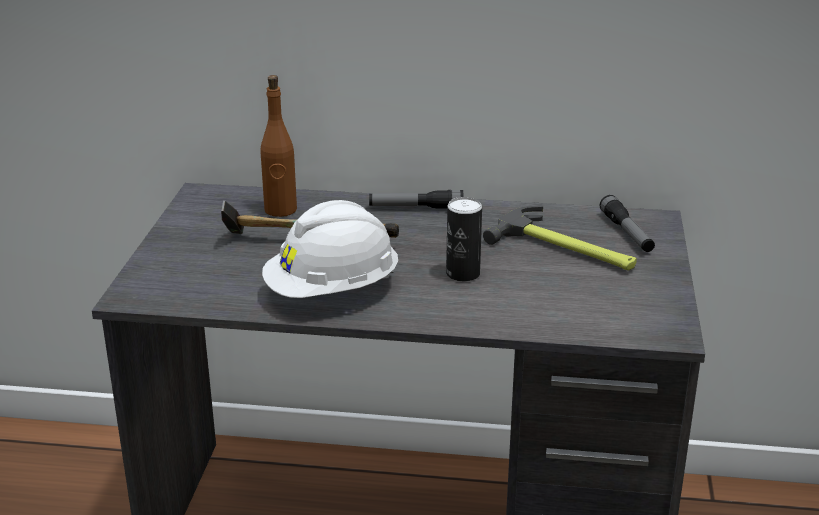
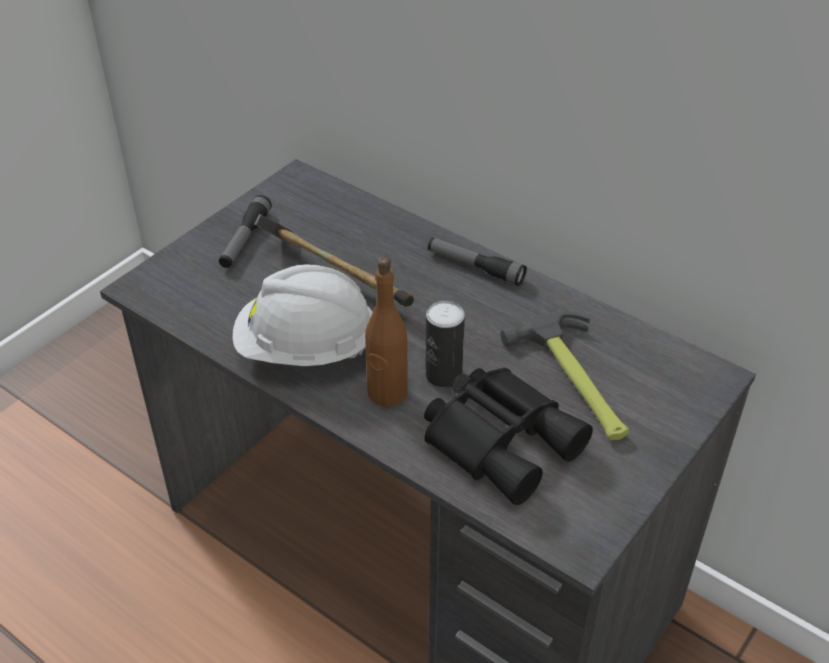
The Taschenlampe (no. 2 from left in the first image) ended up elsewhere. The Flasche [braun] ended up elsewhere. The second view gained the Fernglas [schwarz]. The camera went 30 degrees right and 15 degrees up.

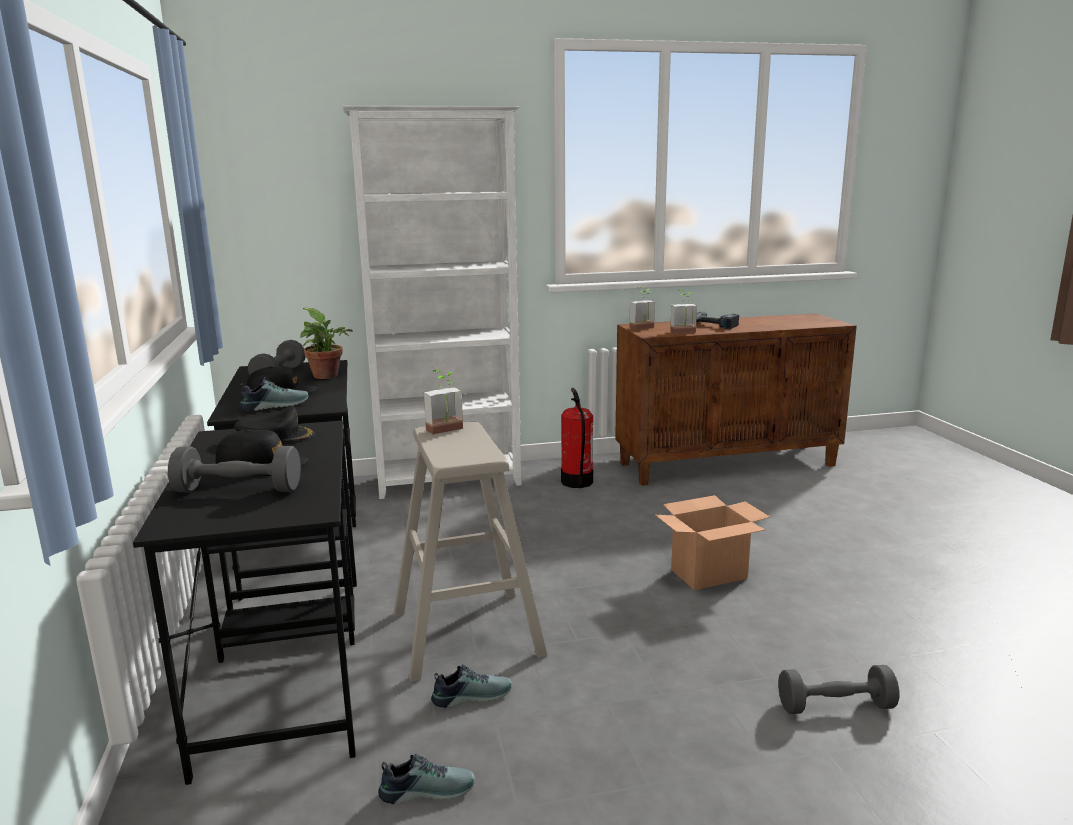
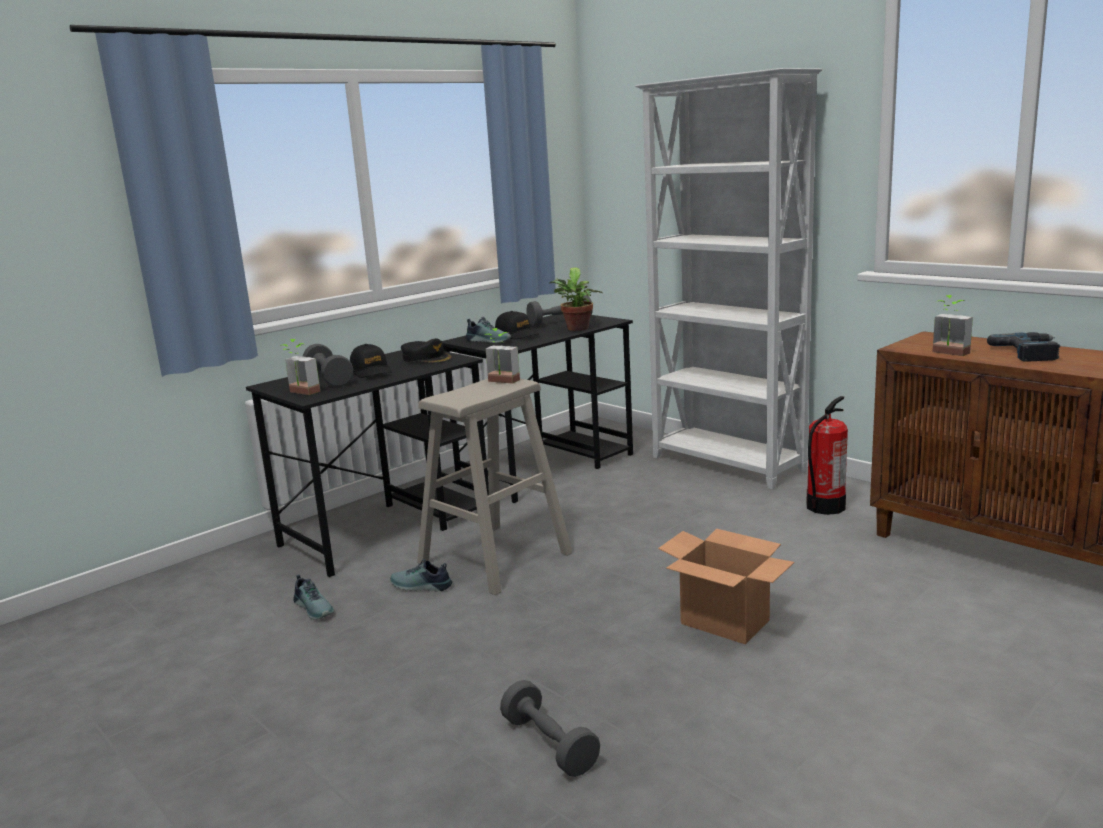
The Topfpflanze (no. 3 from left in the first image) ended up elsewhere. The Schuh (no. 3 from left in the first image) ended up facing another way, 150 degrees clockwise from before. The camera went 60 degrees right and 0 degrees up.

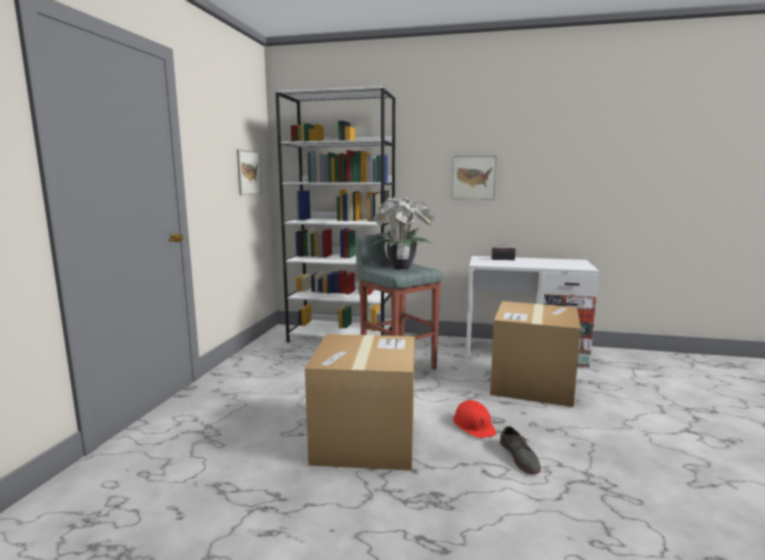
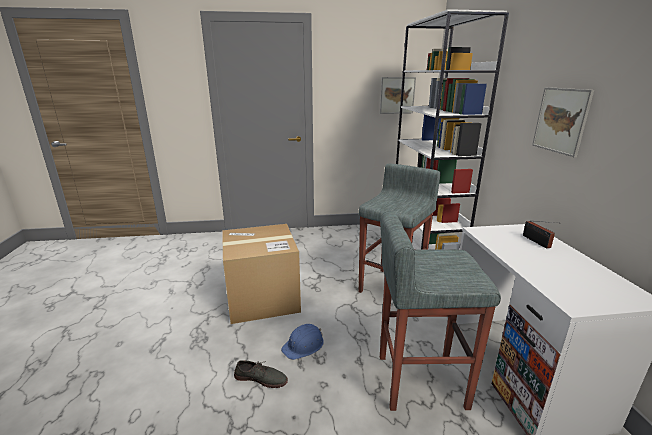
The Schuh [grau] ended up facing another way, 135 degrees counterclockwise from before. What was the Schutzhelm [rot] turned into the Schutzhelm [blau]. Where the Karton (no. 2 from left) stood, the Hocker [grau] (no. 2 from left) came to stand. The second view lost the Topfpflanze. The camera went 70 degrees right and 10 degrees up.

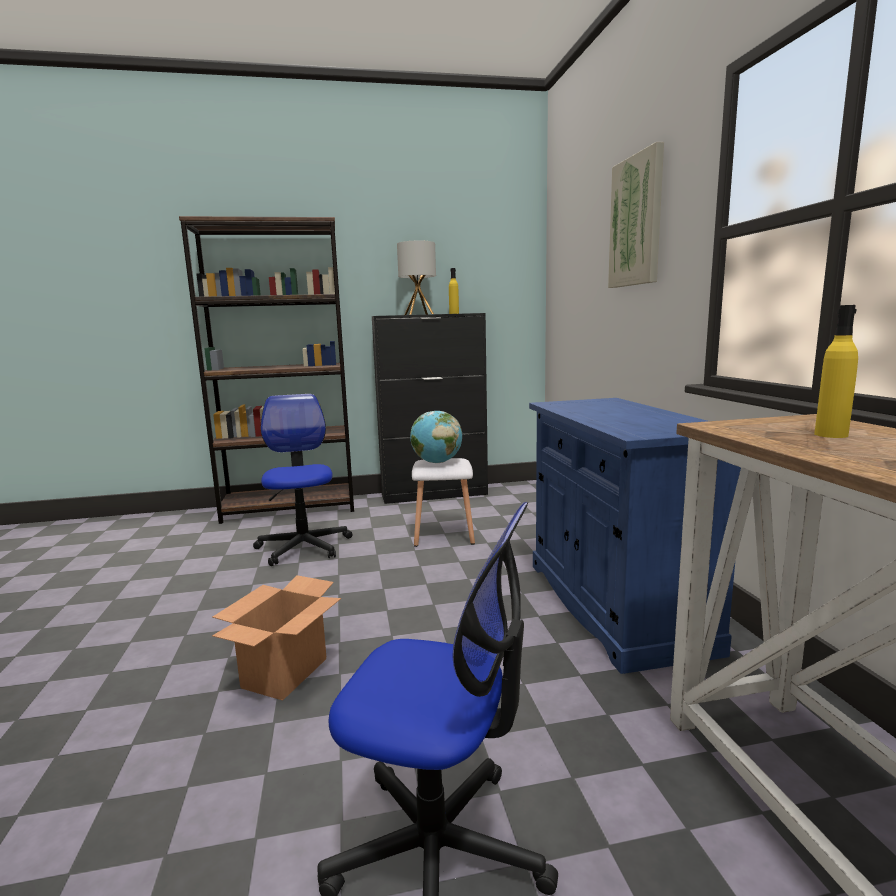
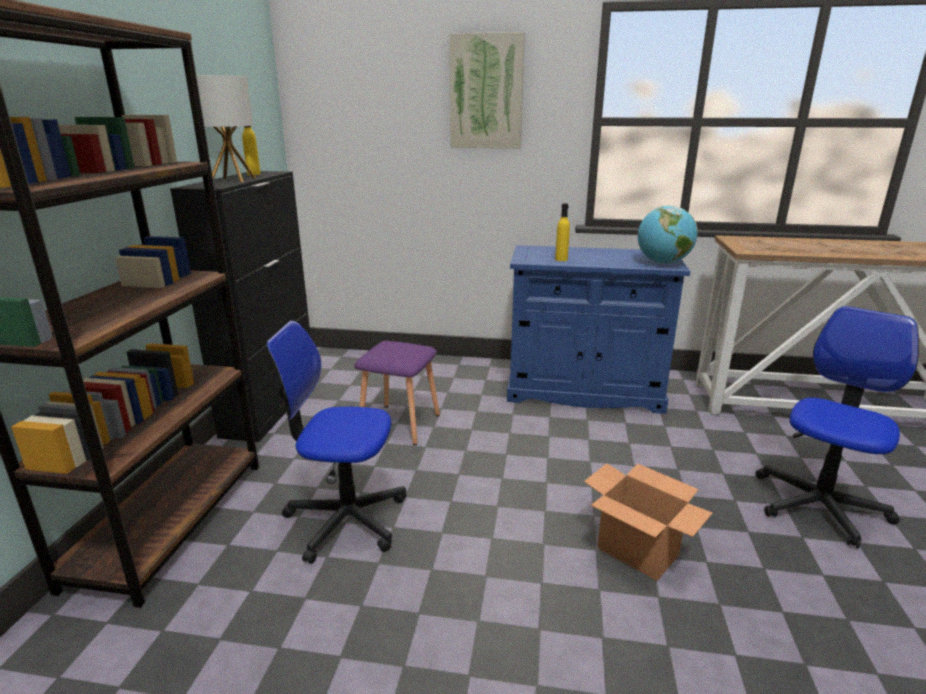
What was the Hocker [weiß] turned into the Hocker [lila]. The Flasche [gelb] (no. 2 from left) ended up elsewhere. The Globus ended up elsewhere. The camera went 70 degrees left and 10 degrees up.

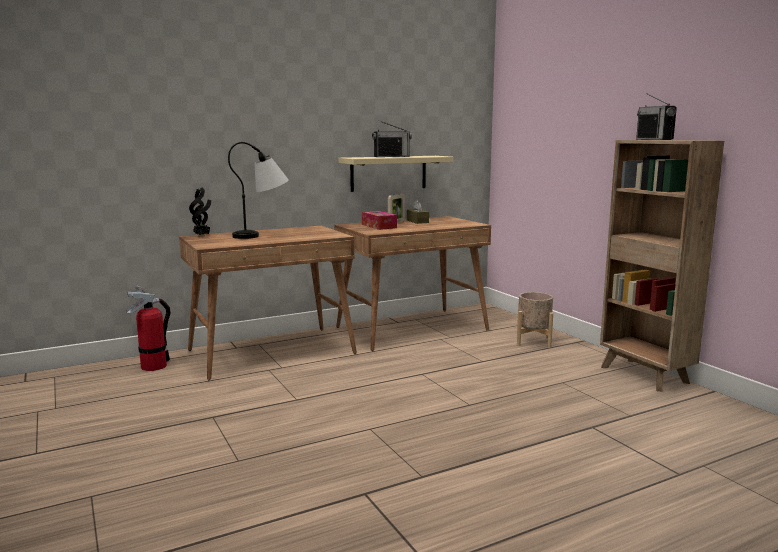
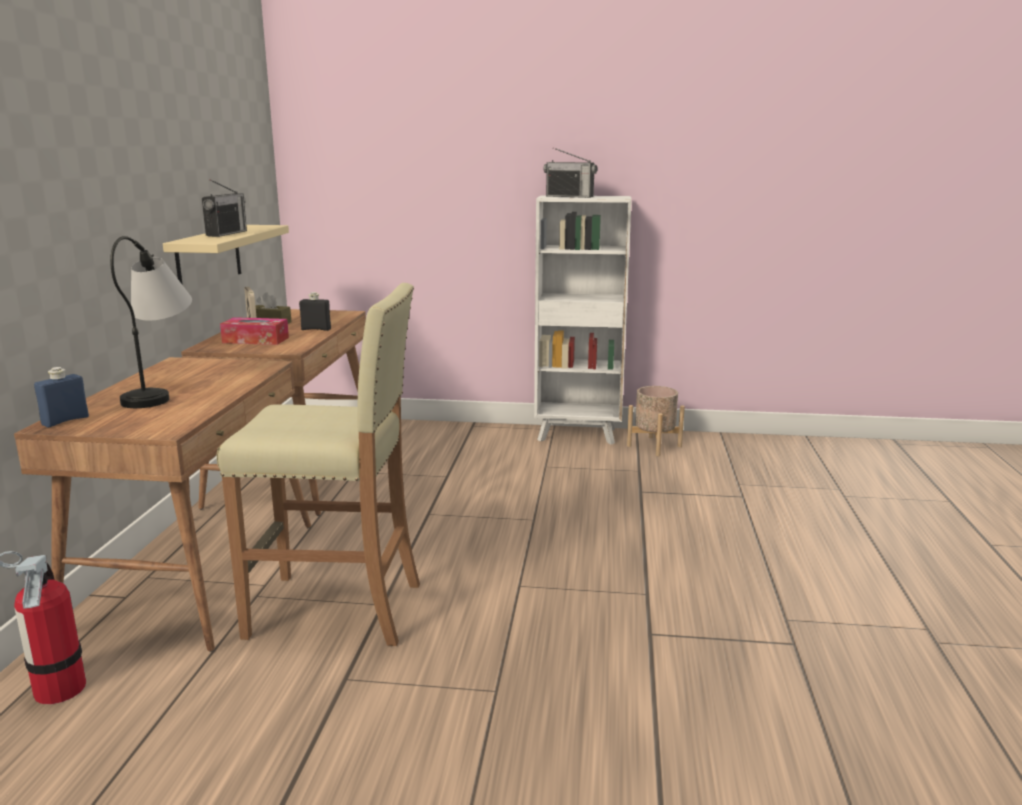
Where the Topfpflanze stood, the Flasche [blau] came to stand. The second view gained the Hocker [beige]. The second view gained the Flasche [schwarz]. What was the Bücherregal [braun] turned into the Bücherregal [weiß]. The Pflanzkübel [beige] ended up elsewhere. The camera went 55 degrees left and 5 degrees up.

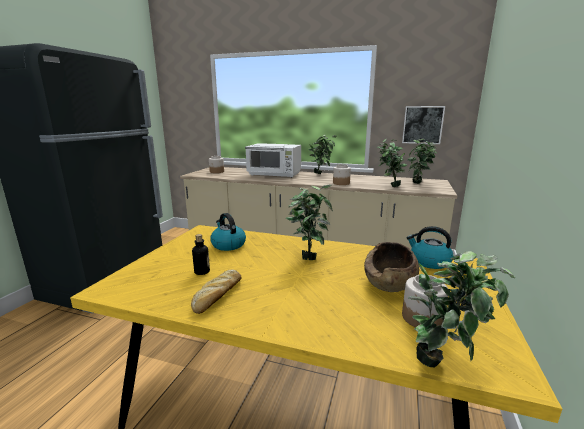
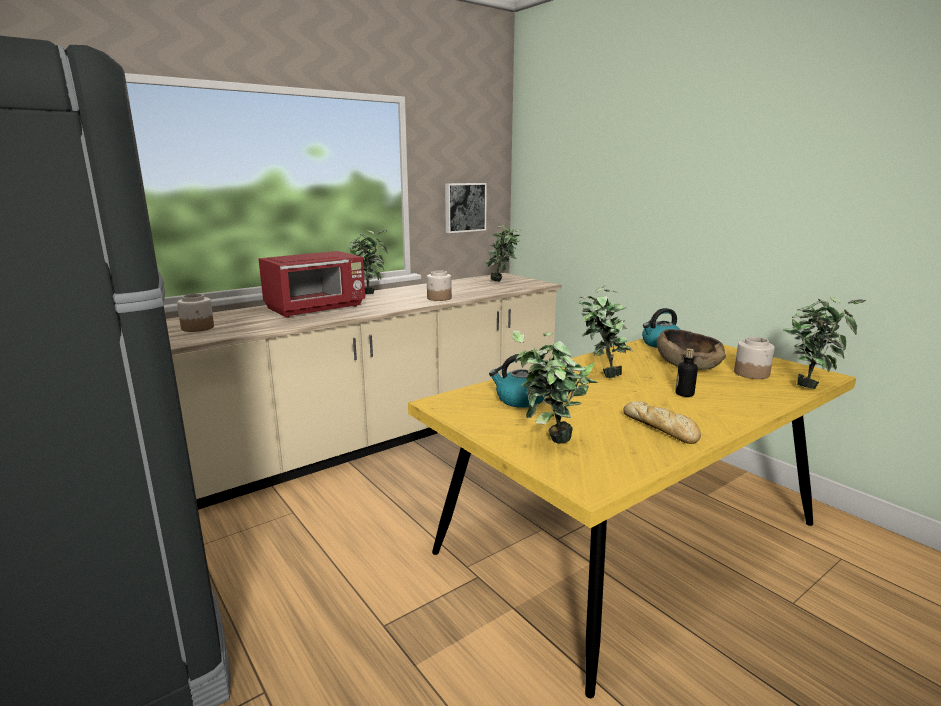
What was the Mikrowelle [weiß] turned into the Mikrowelle [rot]. The Topfpflanze (no. 3 from left) ended up elsewhere. The Flasche ended up elsewhere. The camera went 55 degrees left and 0 degrees up.

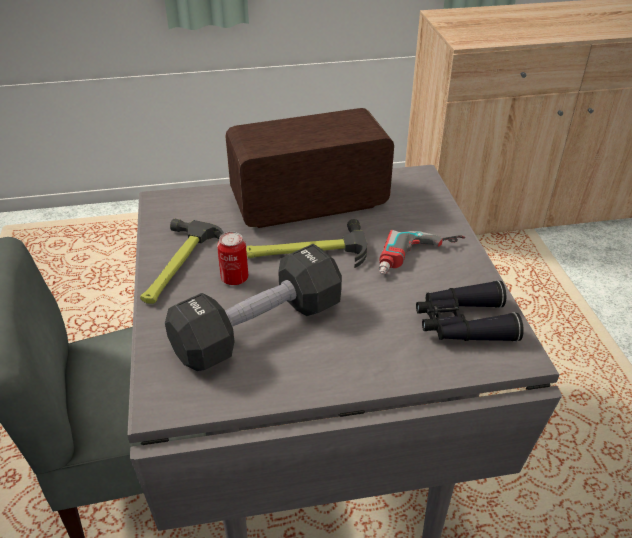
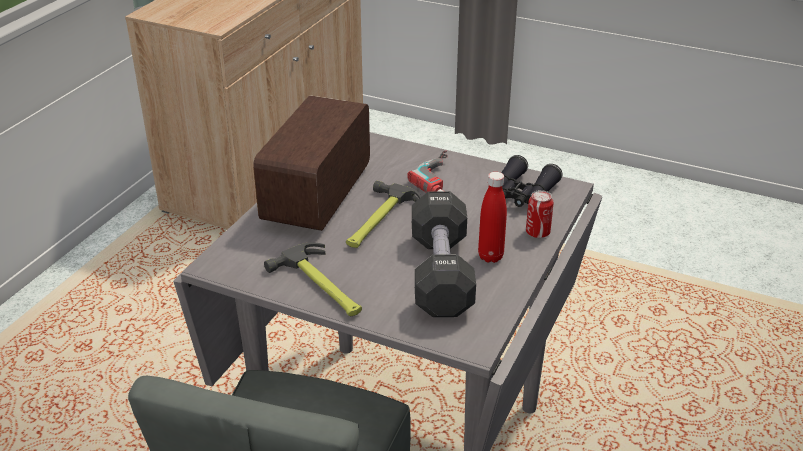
The second view gained the Flasche [rot]. The Dose ended up elsewhere. The camera went 55 degrees left and 5 degrees down.

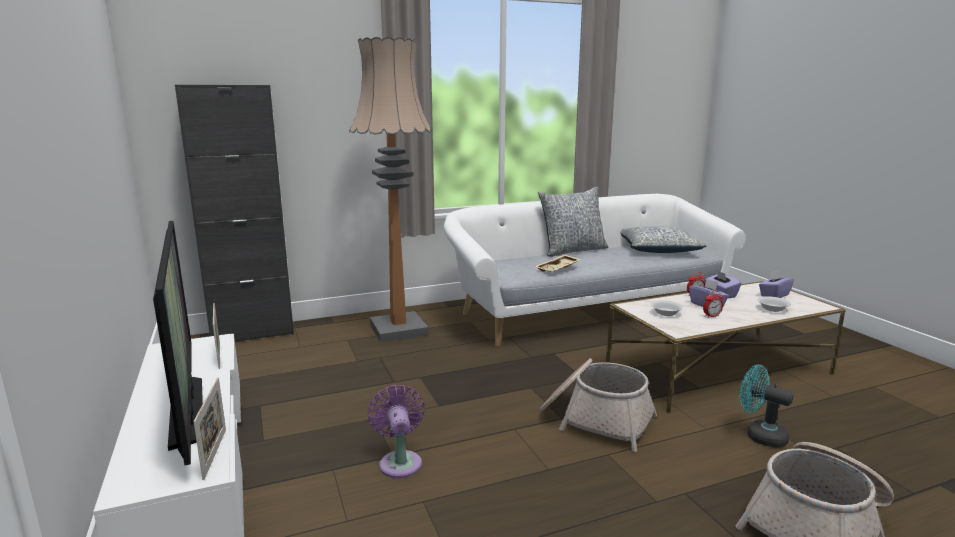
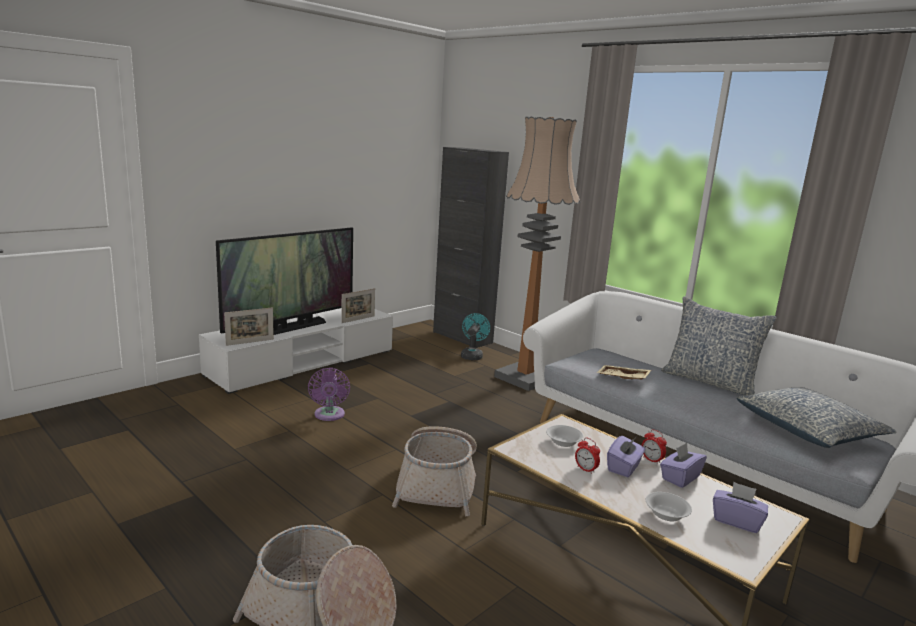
The Ventilator [lila] ended up facing another way, 120 degrees clockwise from before. The Ventilator [türkis] ended up elsewhere. The camera went 65 degrees right and 0 degrees up.

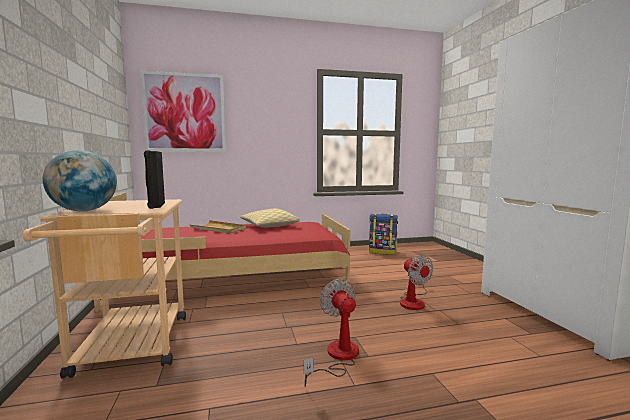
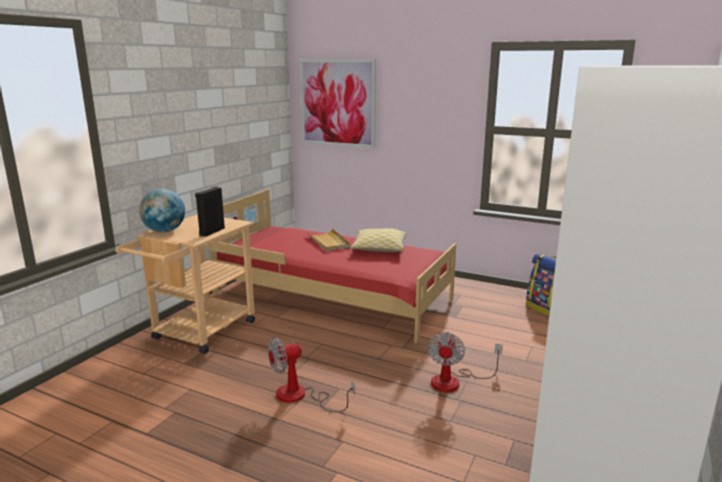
The Ventilator (no. 1 from left) ended up facing another way, 135 degrees counterclockwise from before. The camera went 40 degrees right and 10 degrees up.

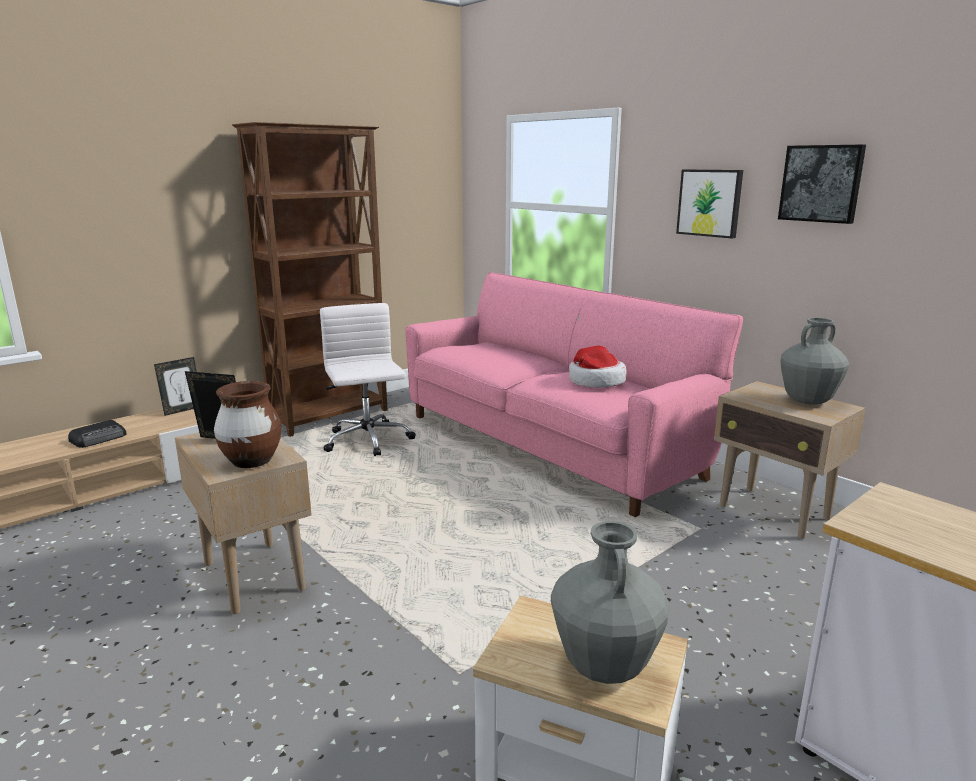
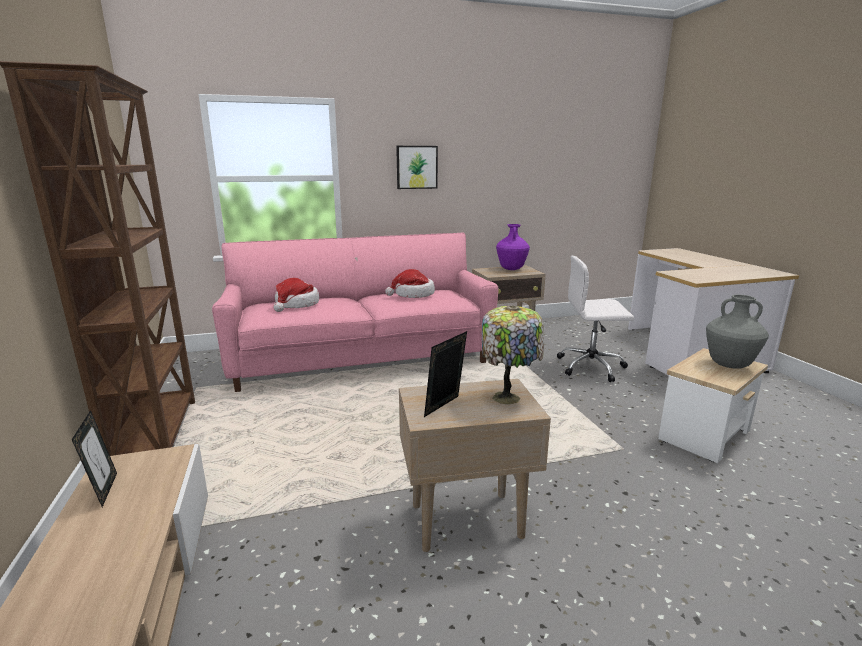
The second view gained the Hut (no. 1 from left). Where the Vase [braun] stood, the Tischlampe came to stand. What was the Vase [grau] (no. 2 from left) turned into the Vase [lila]. The Bürostuhl [weiß] ended up elsewhere. The second view lost the Radio. The second view lost the Bild (no. 2 from left). The camera went 65 degrees left and 0 degrees up.

